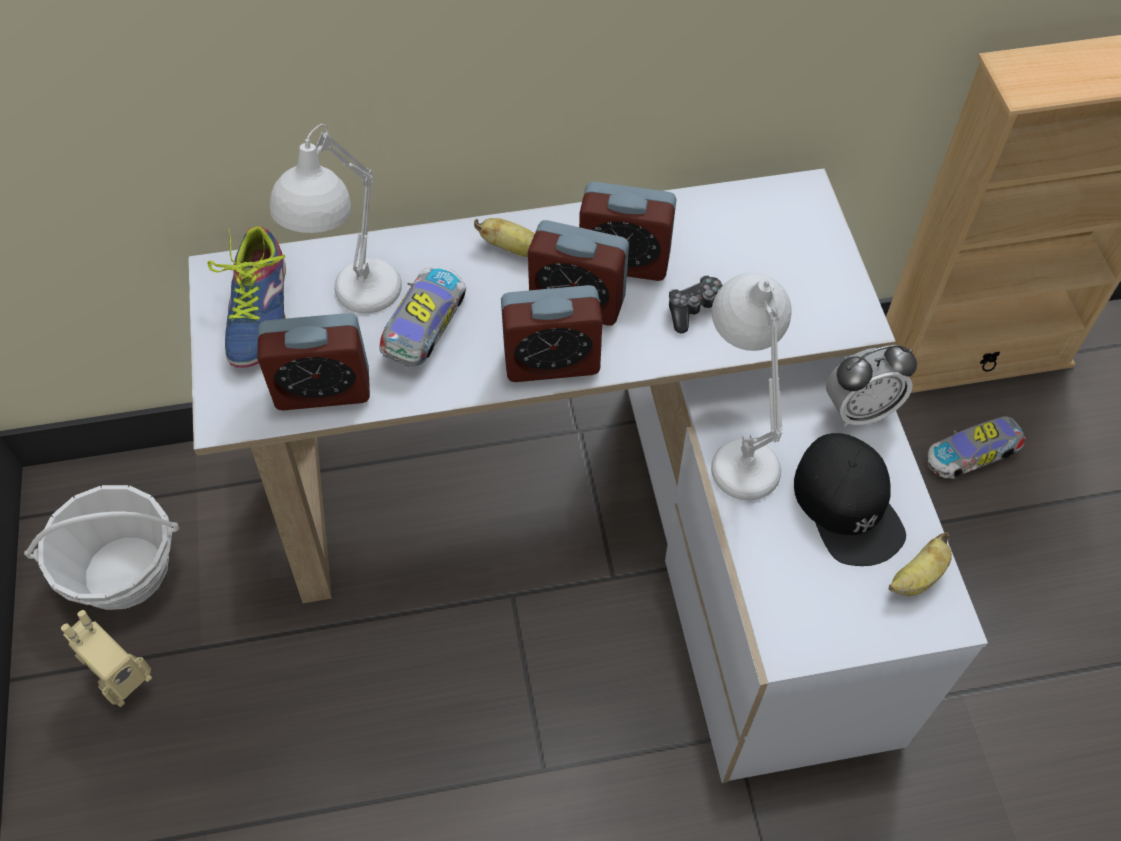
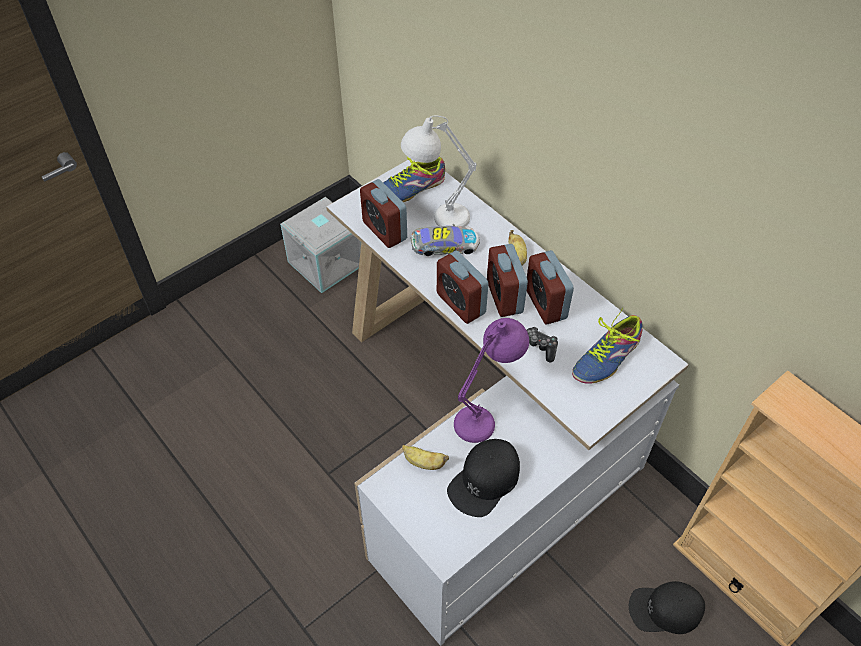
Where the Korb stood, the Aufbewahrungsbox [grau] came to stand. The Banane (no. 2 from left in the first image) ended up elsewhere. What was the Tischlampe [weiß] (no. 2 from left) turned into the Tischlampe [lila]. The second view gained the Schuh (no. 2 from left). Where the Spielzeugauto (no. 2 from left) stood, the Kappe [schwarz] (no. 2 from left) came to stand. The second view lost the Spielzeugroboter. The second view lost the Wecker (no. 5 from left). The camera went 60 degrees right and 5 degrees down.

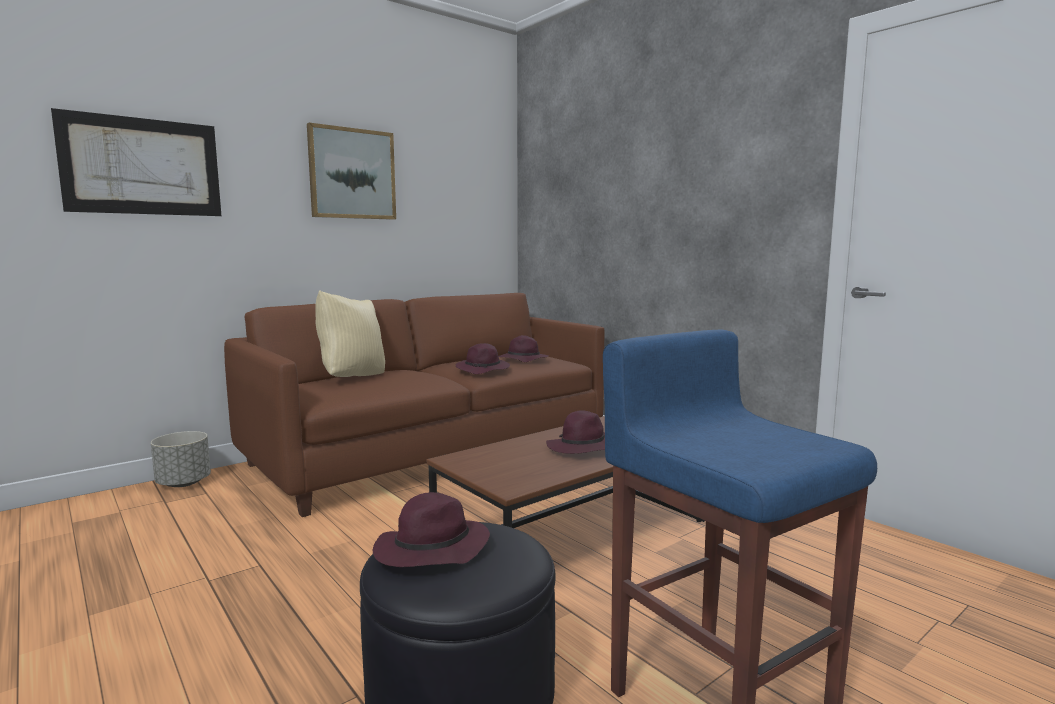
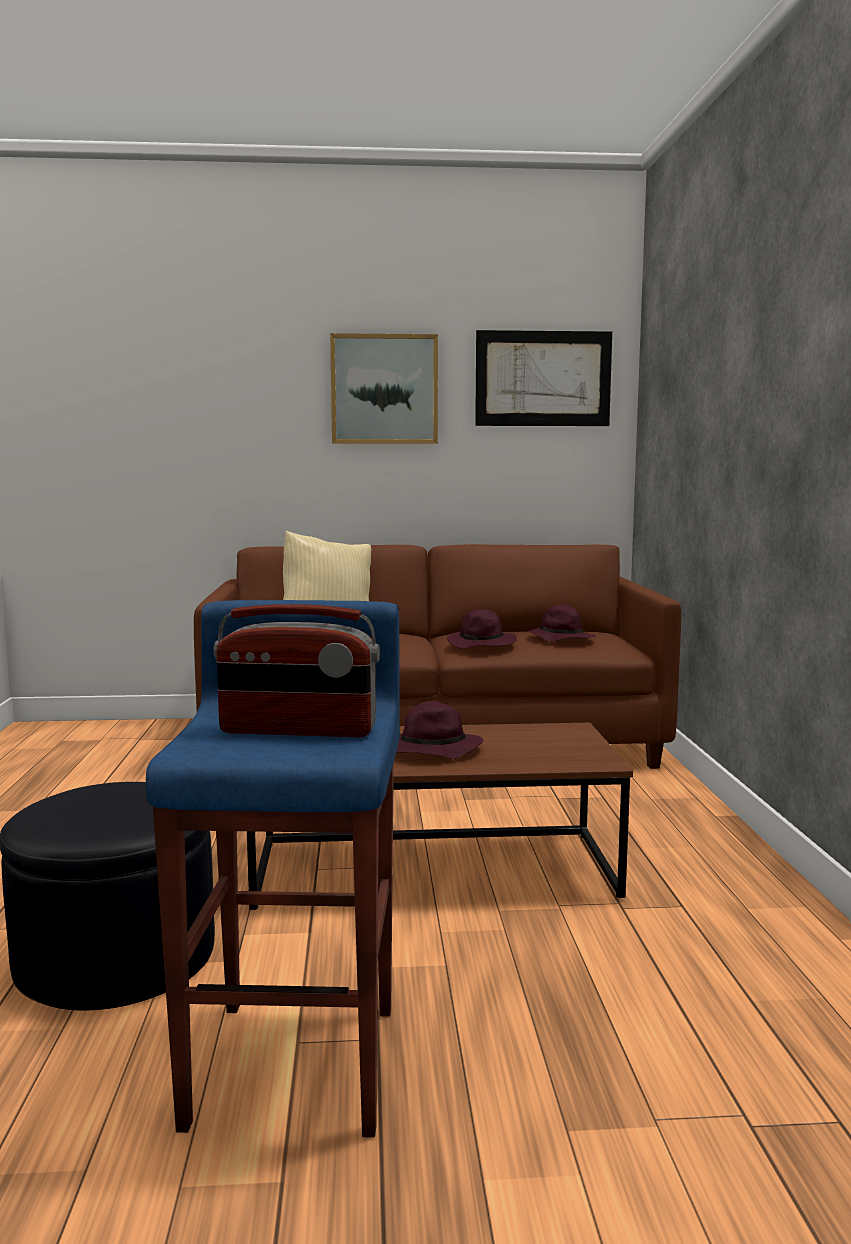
The second view gained the Radio. The Bild (no. 1 from left in the first image) ended up elsewhere. The second view lost the Pflanzkübel [grau]. The second view lost the Hut [lila] (no. 1 from left). The camera went 35 degrees right and 0 degrees up.

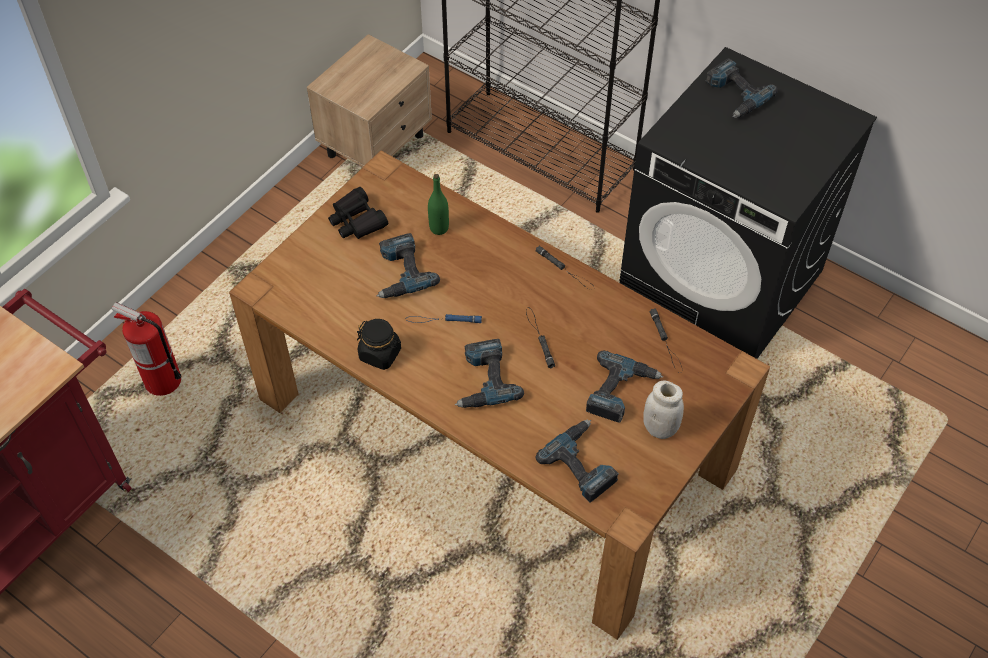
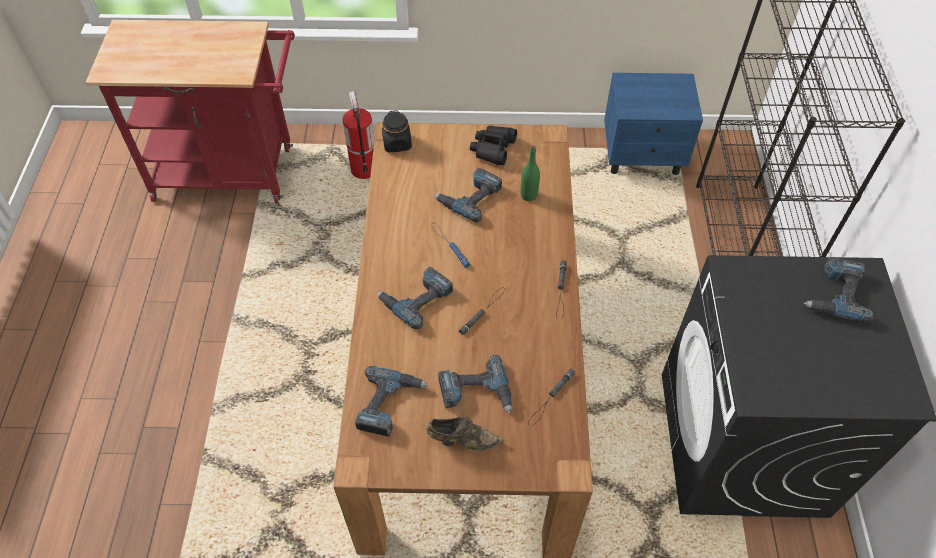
The Vorratsglas [schwarz] ended up elsewhere. Where the Vorratsglas [weiß] stood, the Schuh [braun] came to stand. What was the Nachttisch [beige] turned into the Nachttisch [blau]. The camera went 55 degrees right and 0 degrees up.

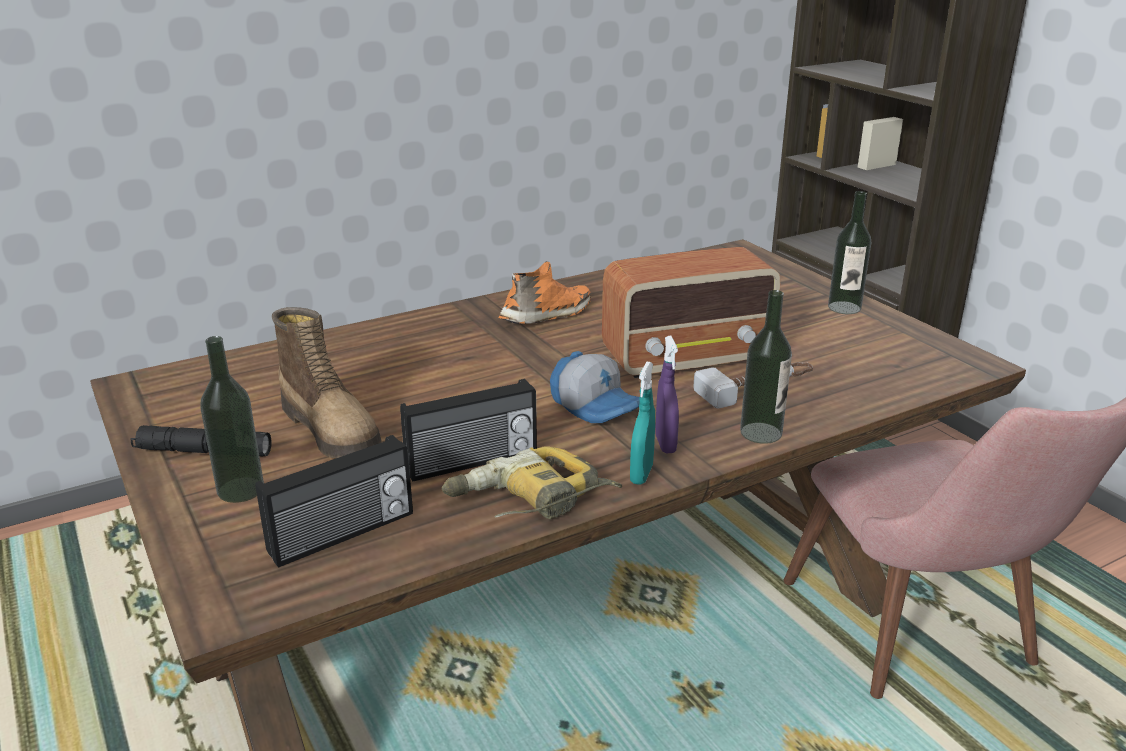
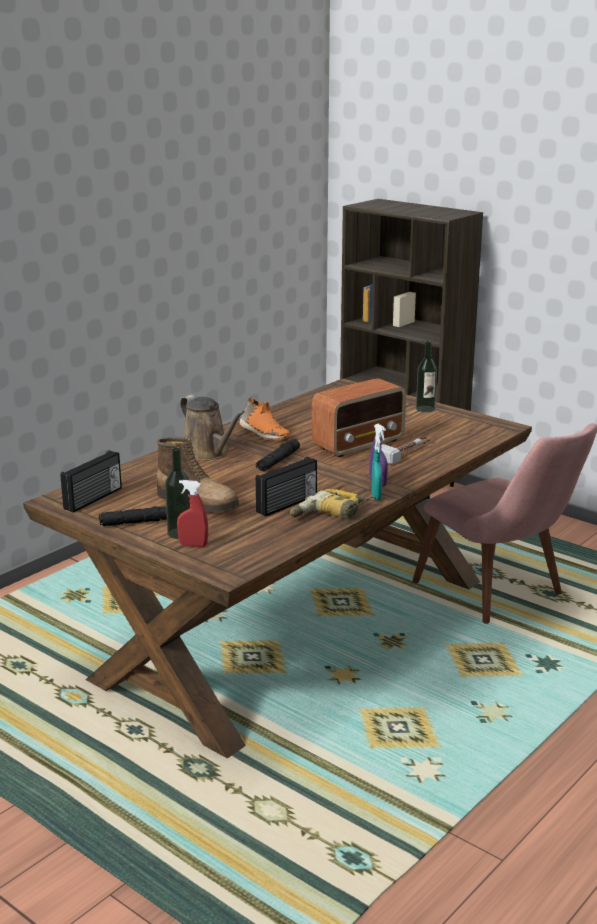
The Radio (no. 1 from left) ended up elsewhere. The second view gained the Sprühflasche [rot]. The second view gained the Gießkanne [braun]. The Schuh [orange] ended up facing another way, 105 degrees clockwise from before. The second view gained the Taschenlampe [schwarz] (no. 2 from left). The second view lost the Kappe. The second view lost the Flasche (no. 2 from left). The camera went 20 degrees left and 5 degrees down.

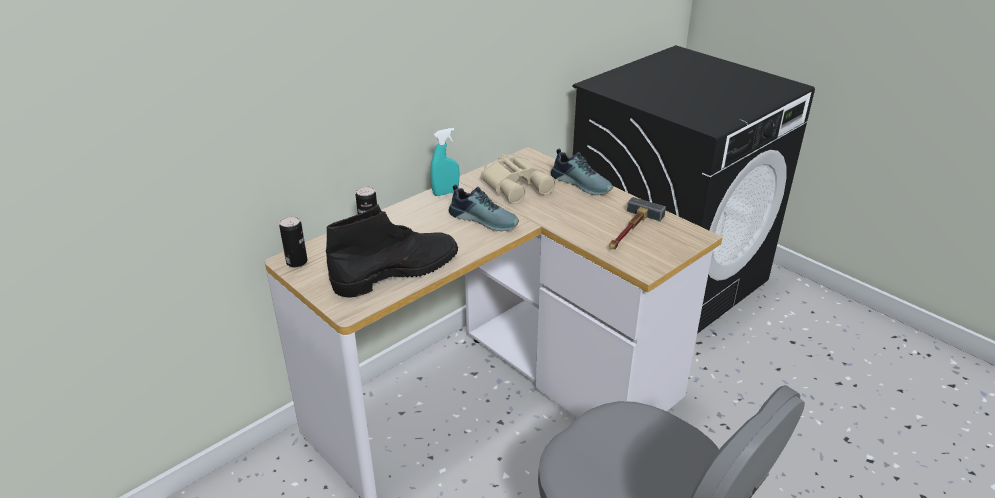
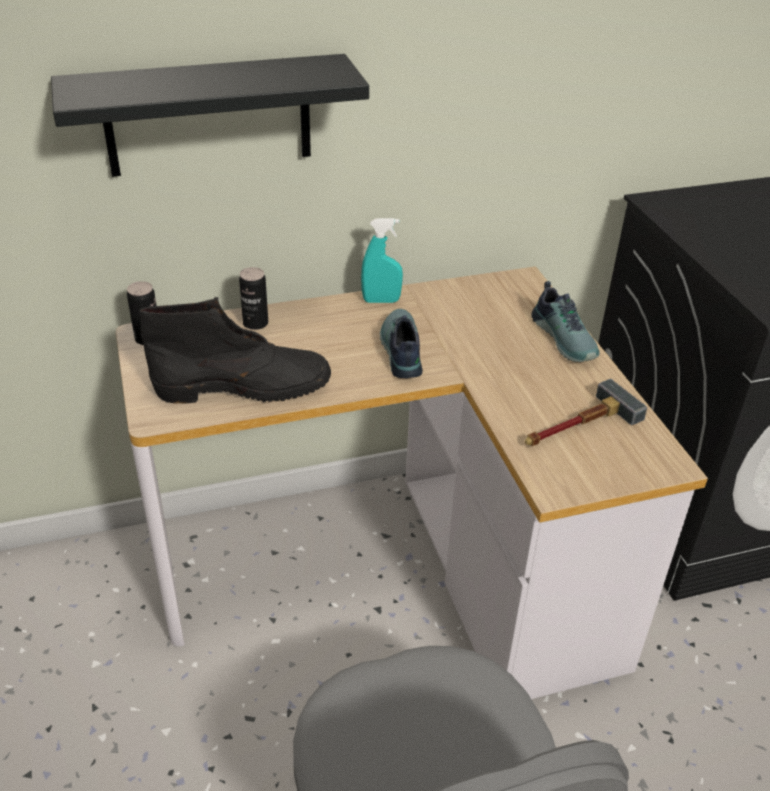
The second view gained the Wandregal [schwarz]. The Schuh (no. 1 from left) ended up facing another way, 150 degrees counterclockwise from before. The second view lost the Fernglas [beige]. The camera went 25 degrees right and 5 degrees up.

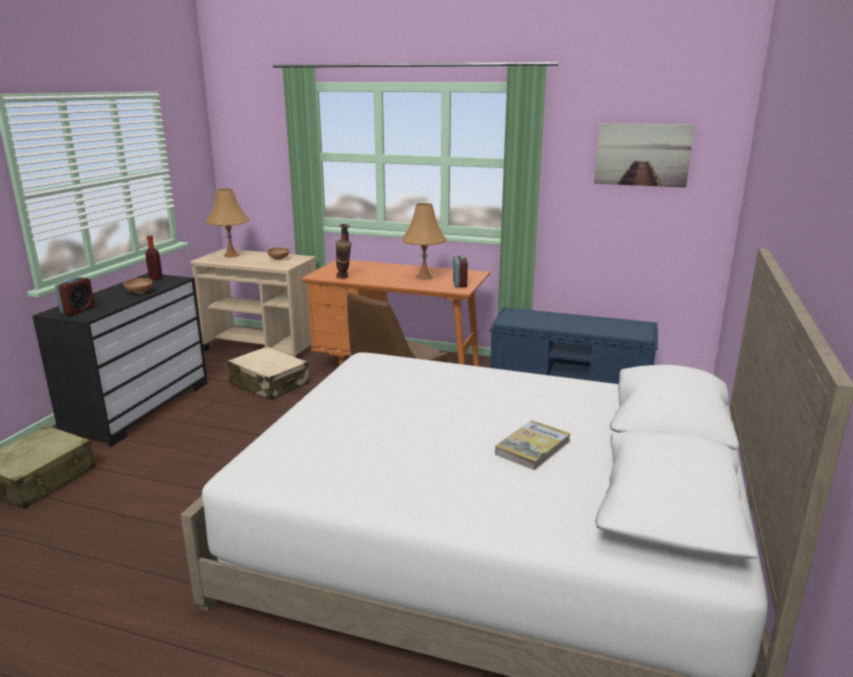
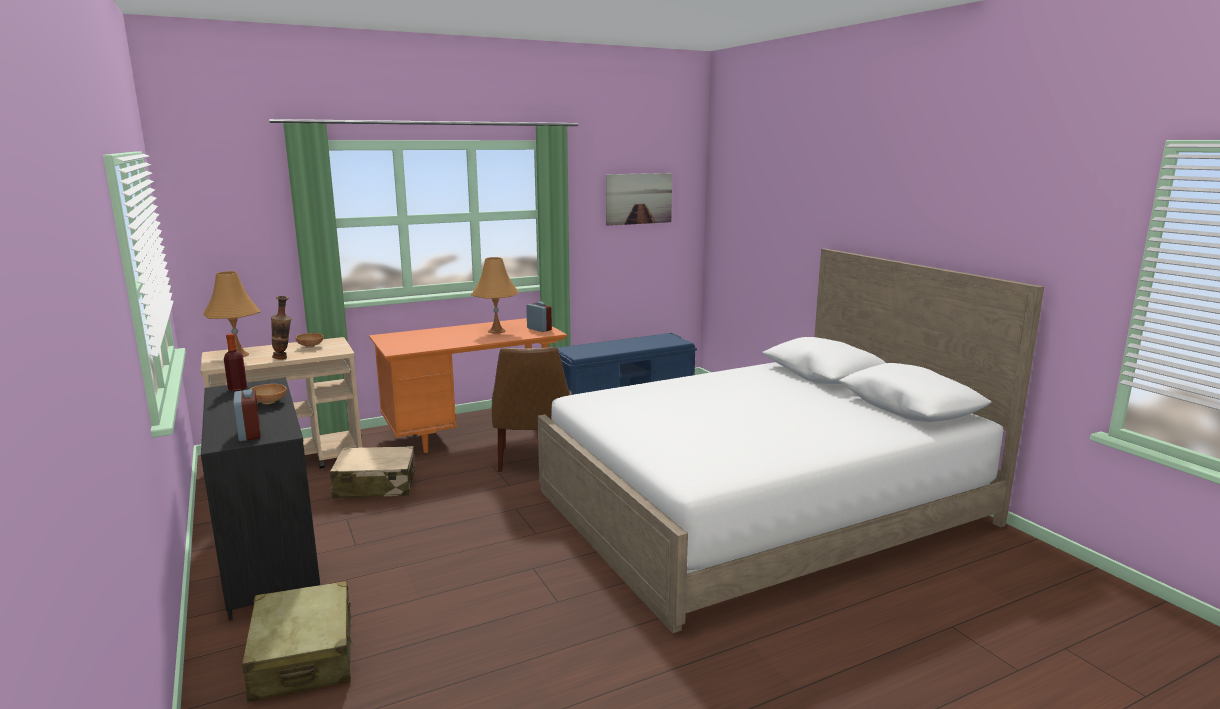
The Vase ended up elsewhere. The second view lost the Buch. The camera went 45 degrees left and 5 degrees down.

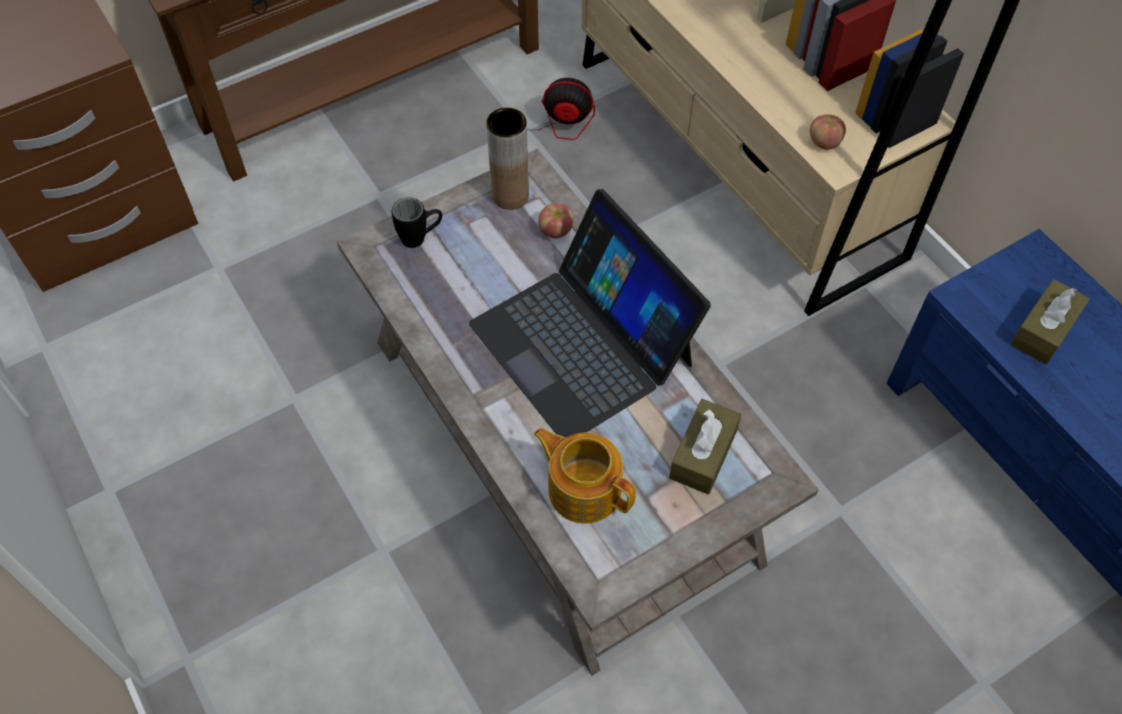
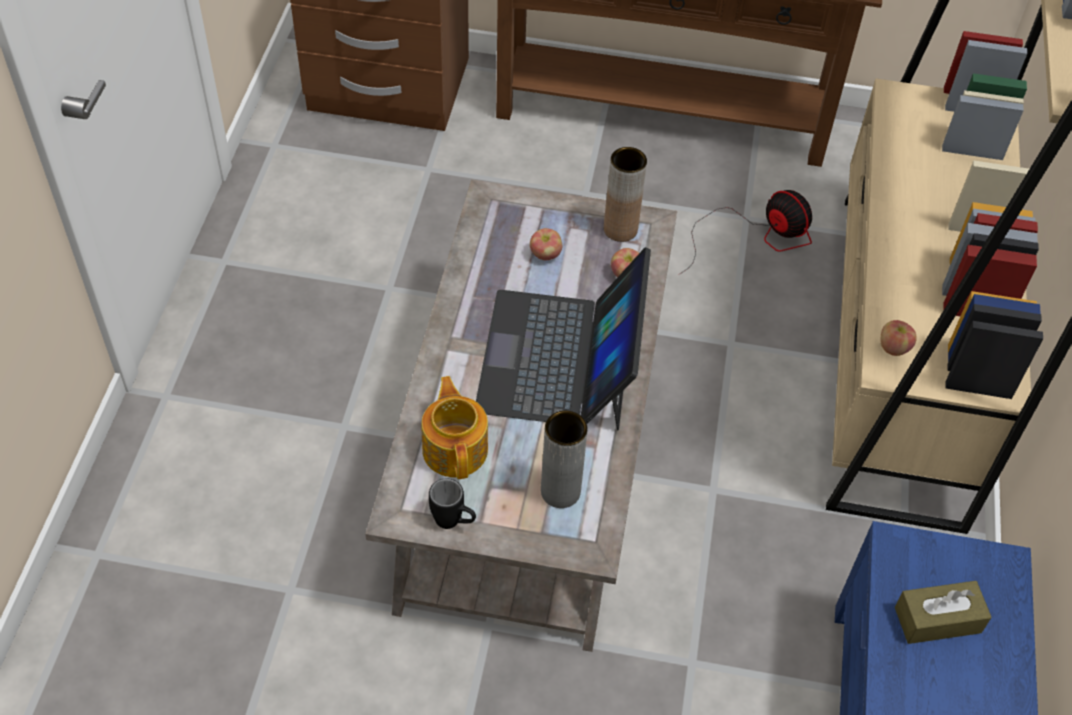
The Henkelbecher [schwarz] ended up elsewhere. The second view gained the Apfel (no. 1 from left). Where the Taschentuchbox [braun] (no. 1 from left) stood, the Vase [grau] came to stand. The camera went 40 degrees right and 5 degrees down.

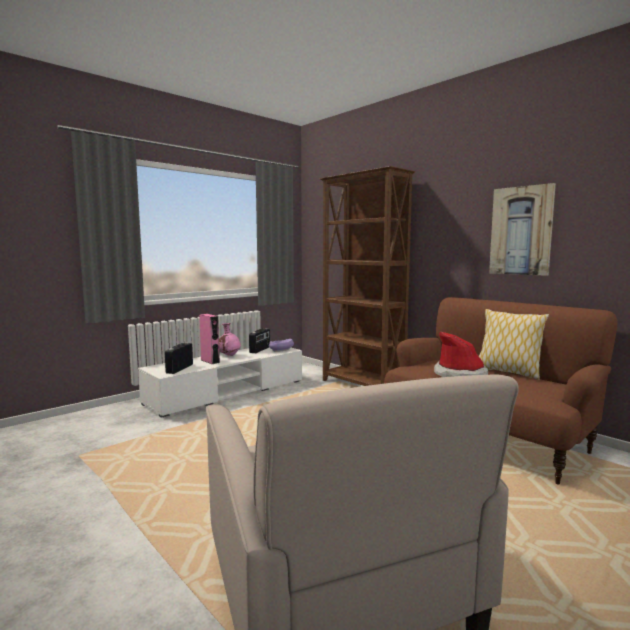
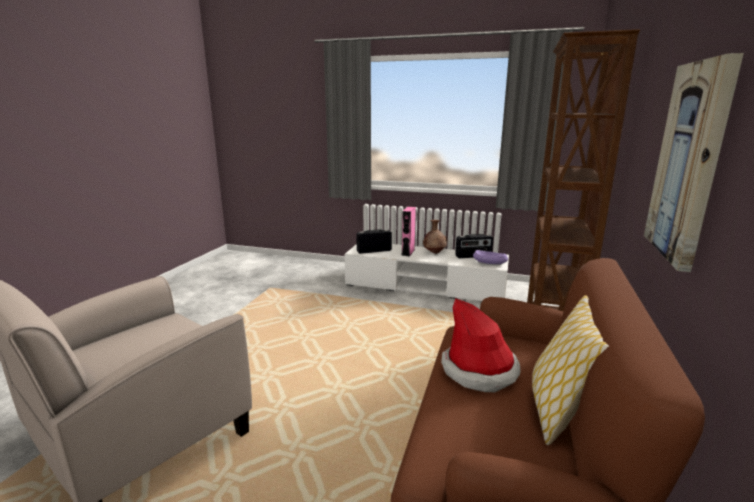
What was the Vase [rosa] turned into the Vase [braun]. The camera went 60 degrees right and 10 degrees up.

